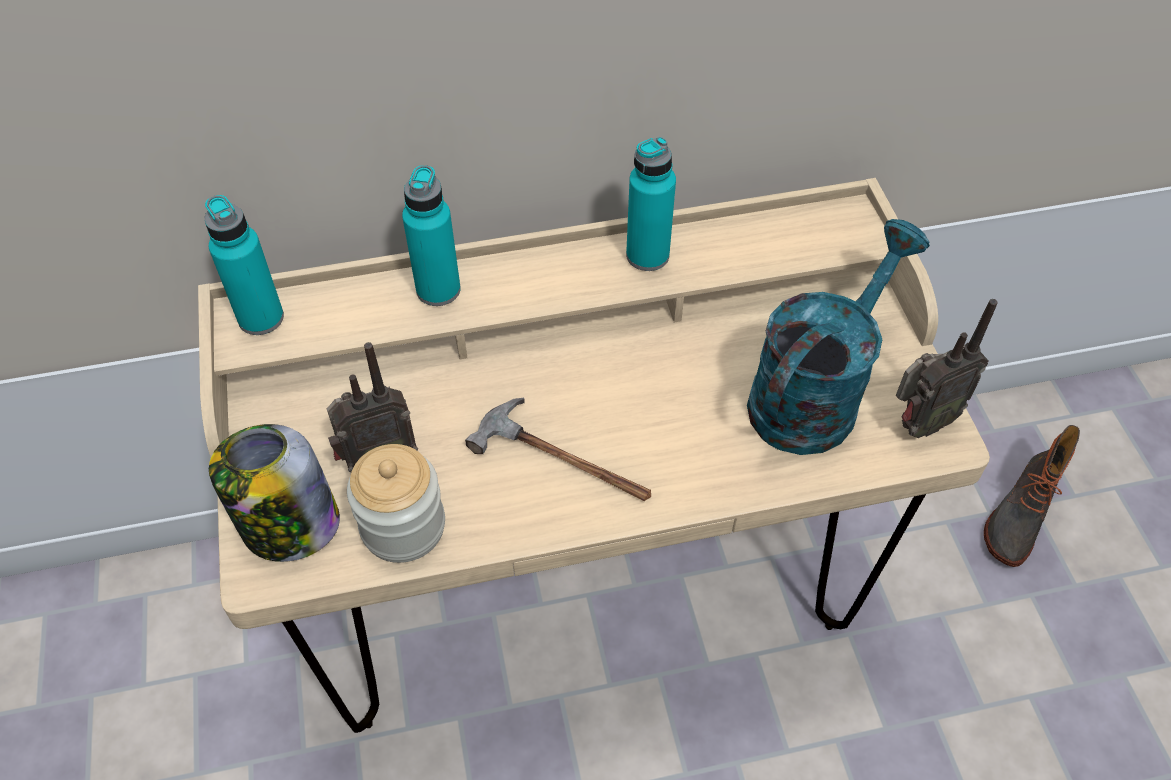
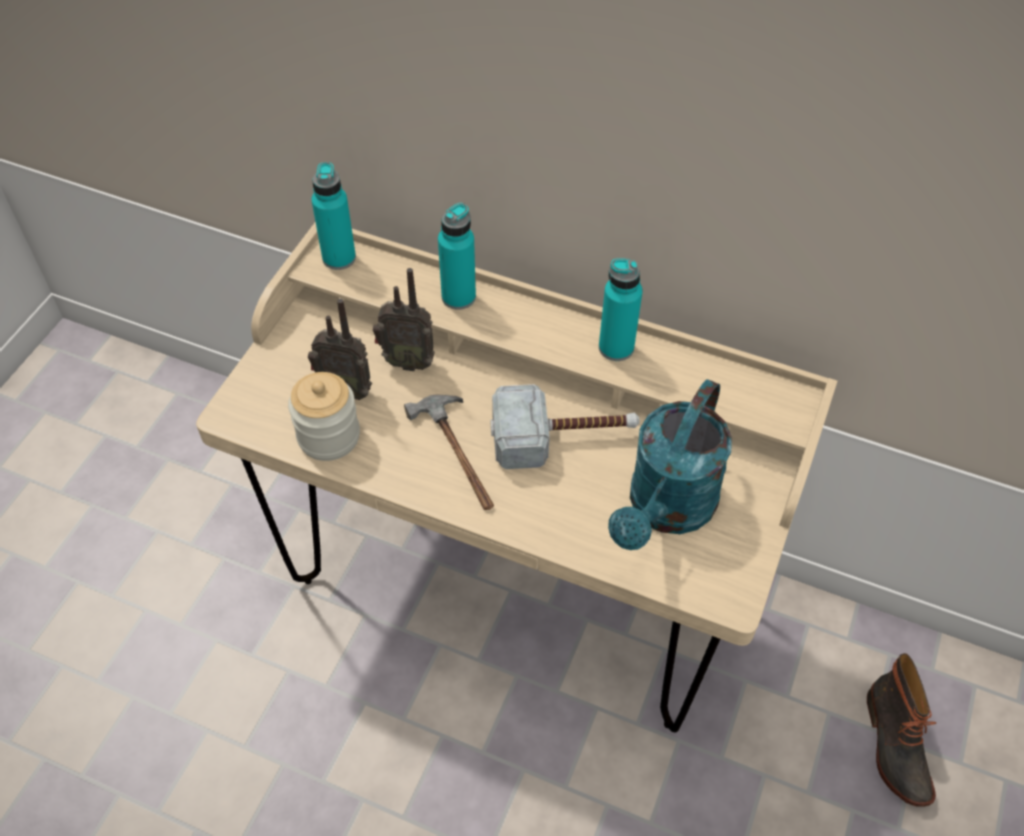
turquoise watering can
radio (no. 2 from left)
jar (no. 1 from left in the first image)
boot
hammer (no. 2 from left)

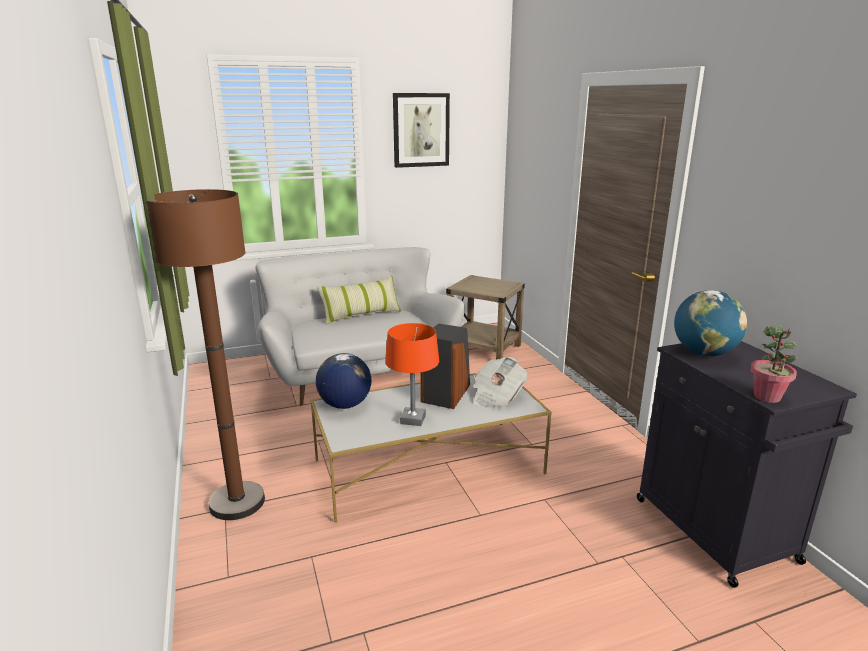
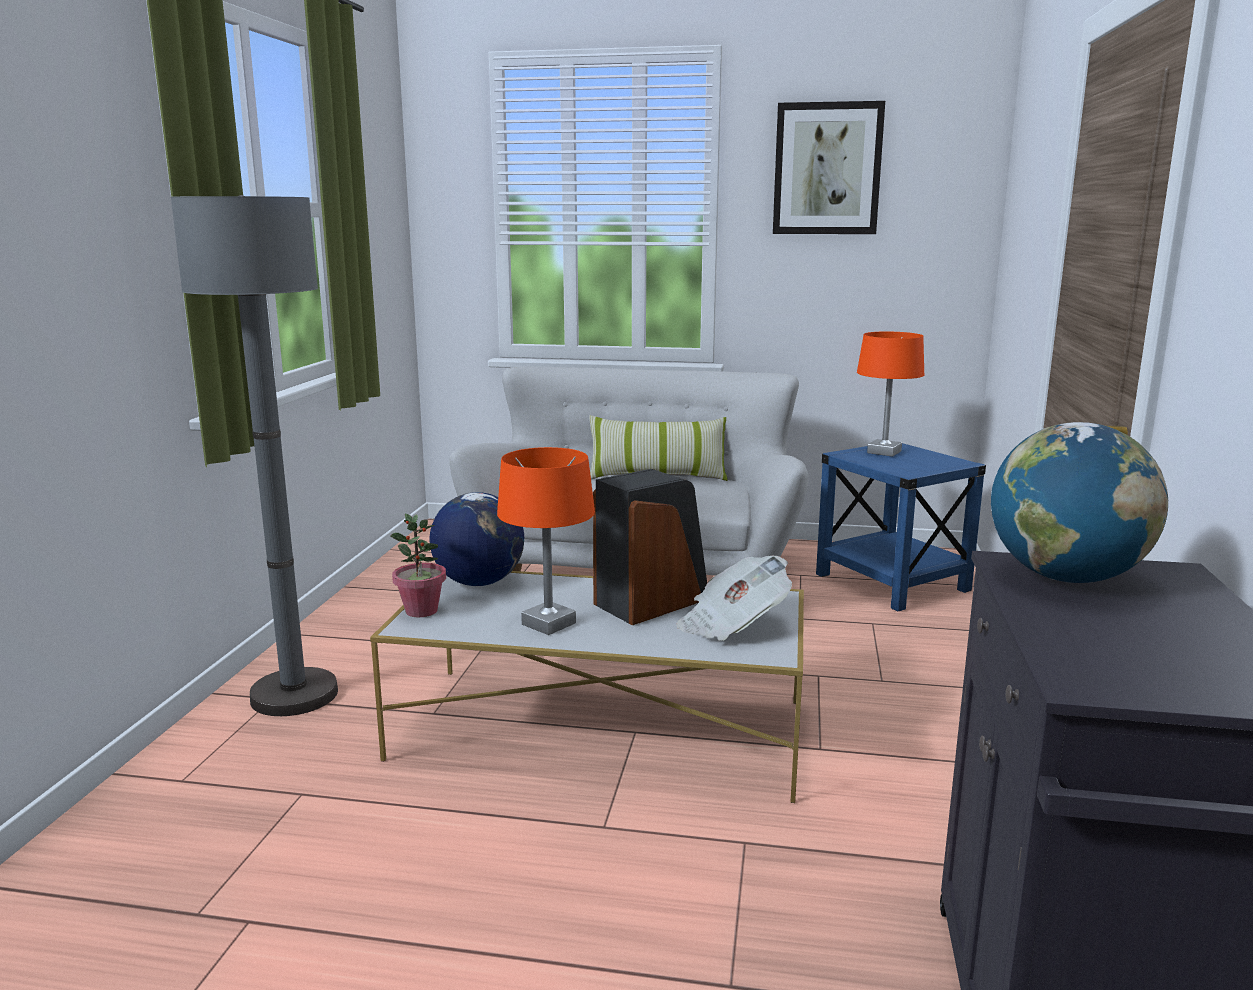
grey floor lamp
blue side table
potted plant
orange table lamp (no. 2 from left)

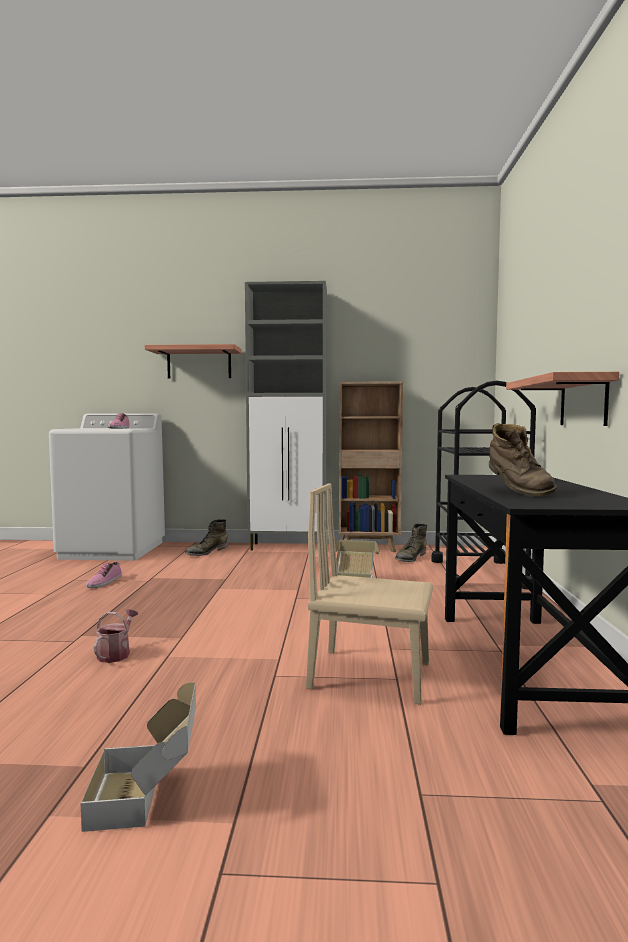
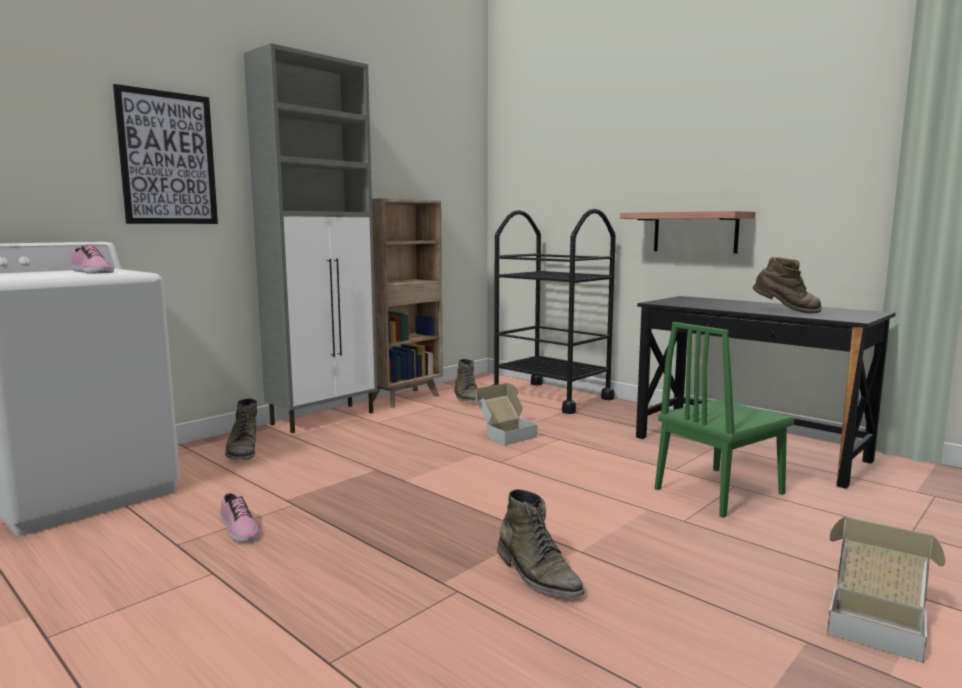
picture
green chair
green boot (no. 3 from left)

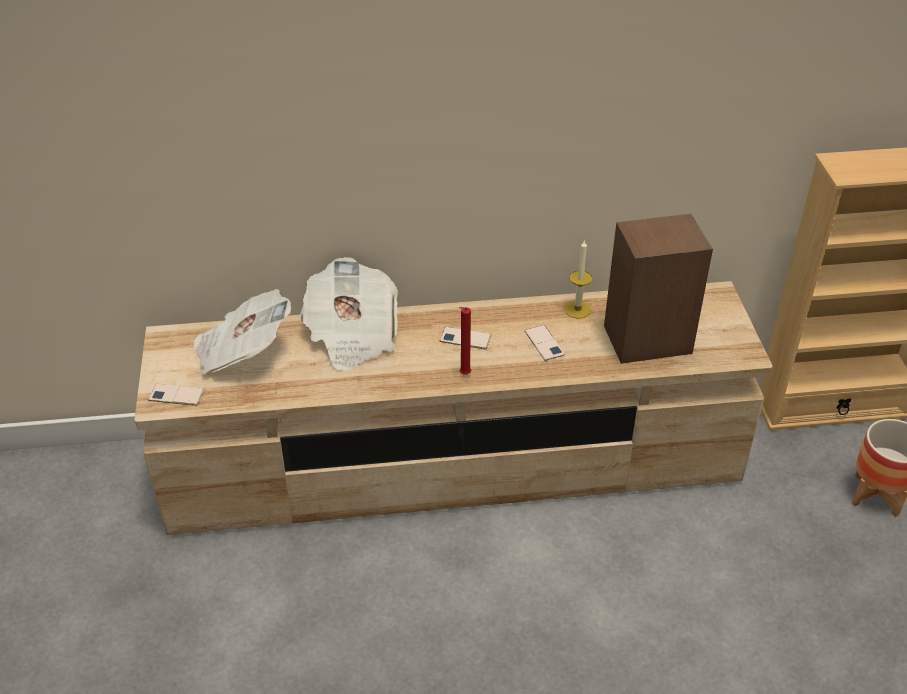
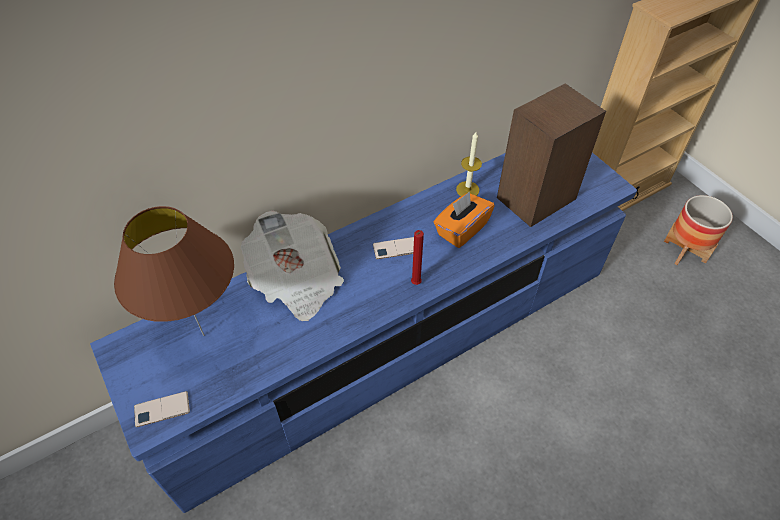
blue tv stand
brown table lamp
orange tissue box

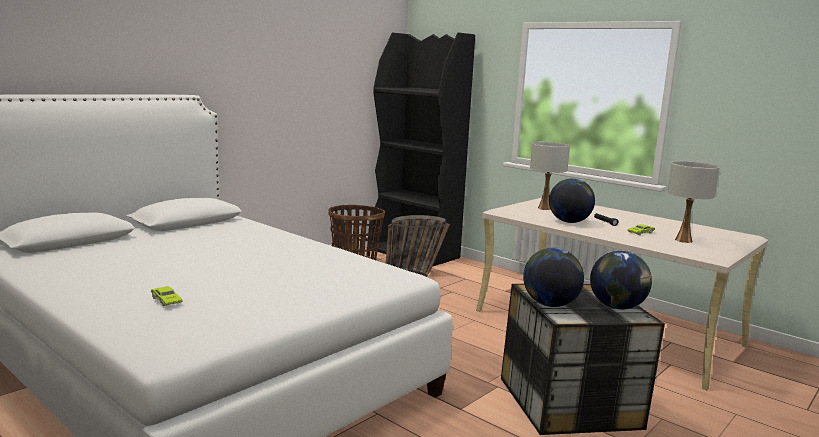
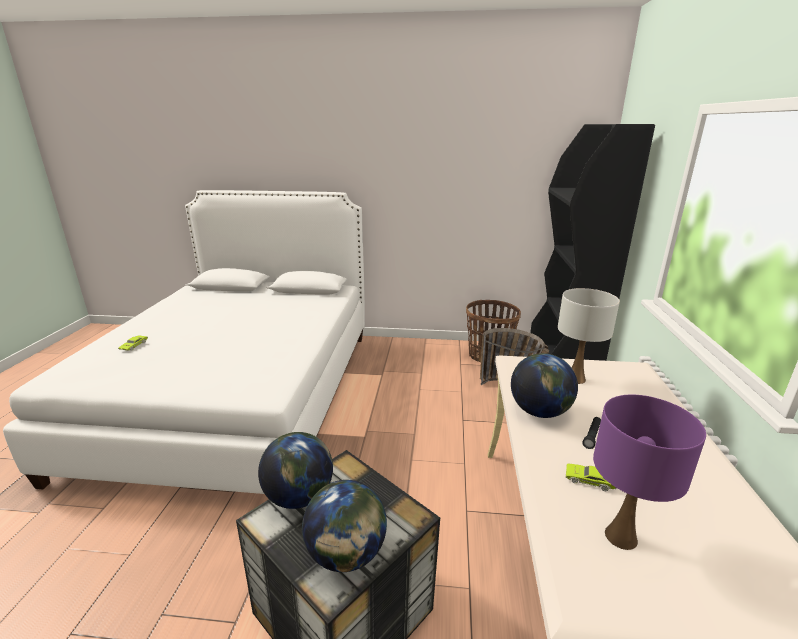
purple table lamp

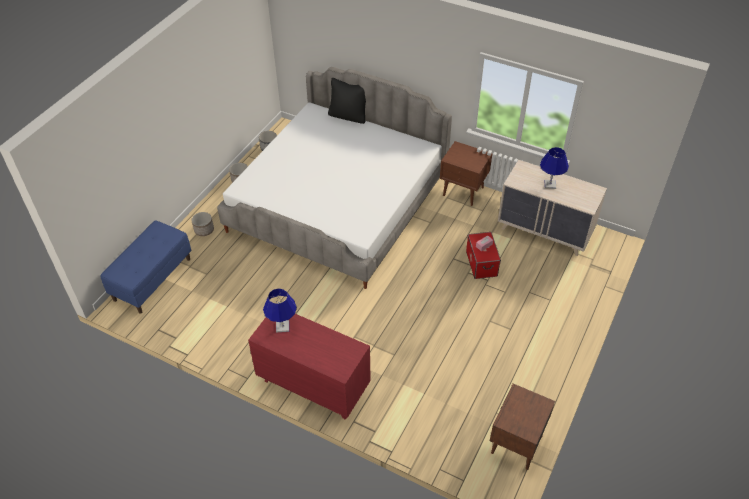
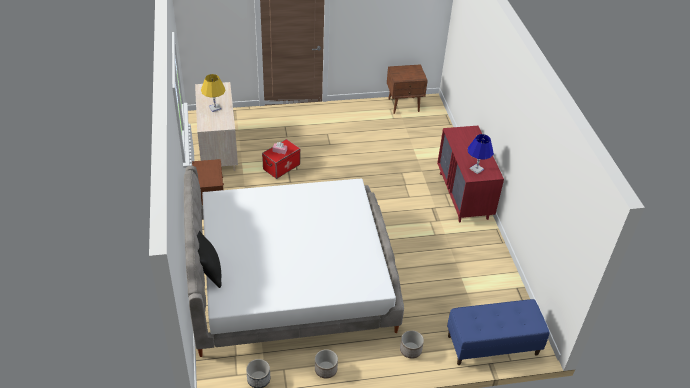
yellow table lamp

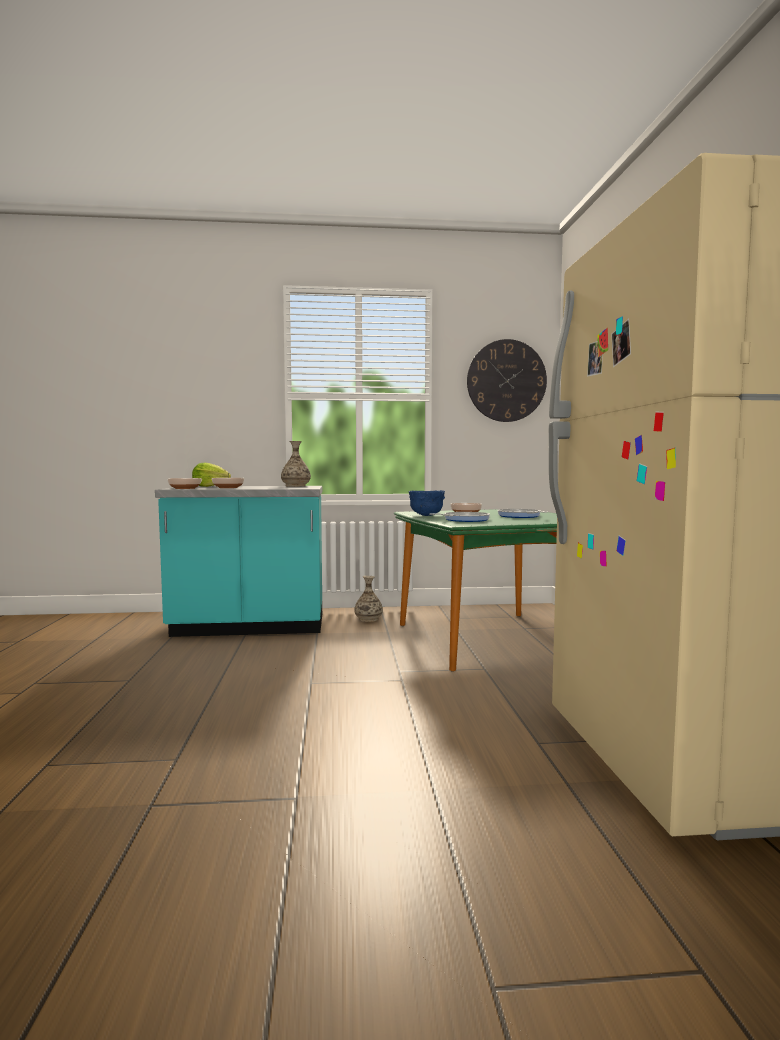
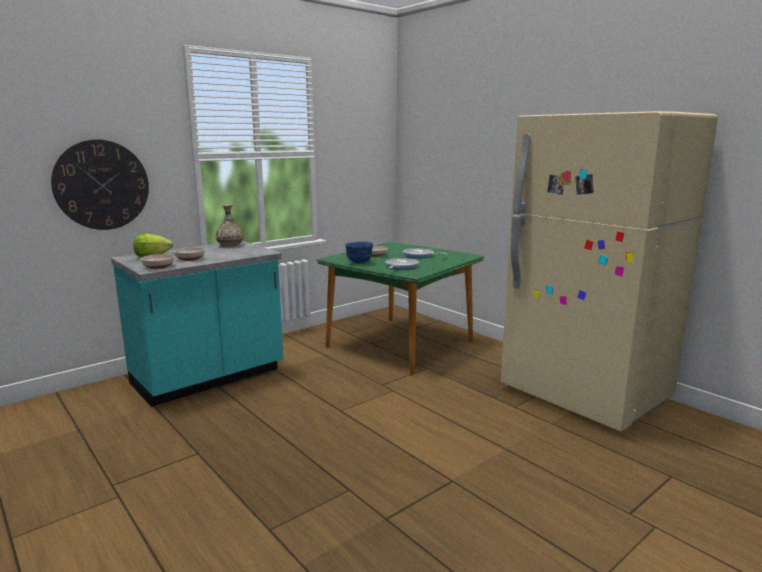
wall clock
vase (no. 2 from left in the first image)

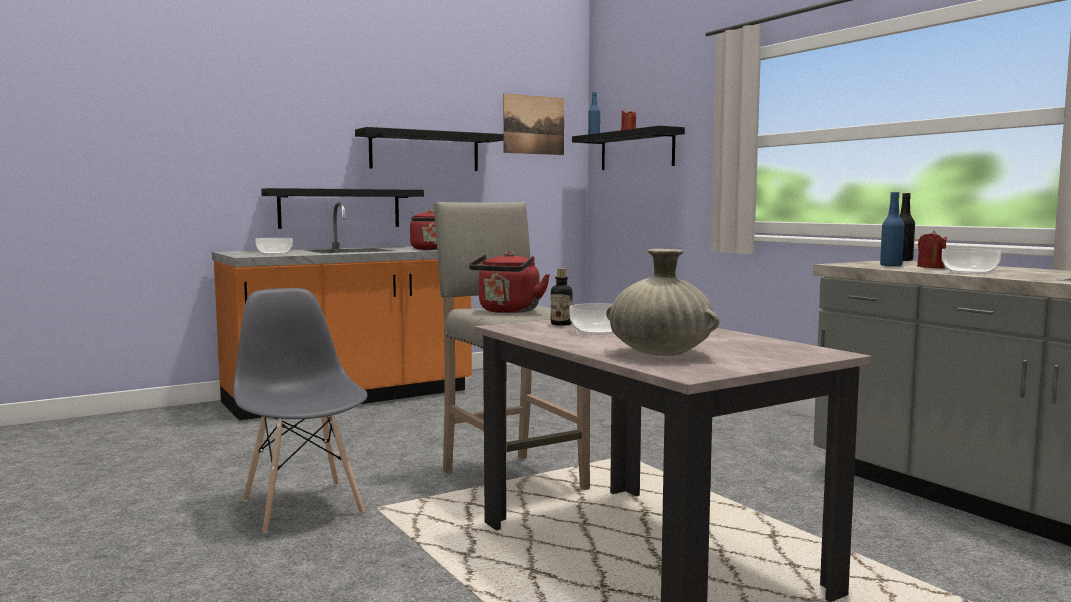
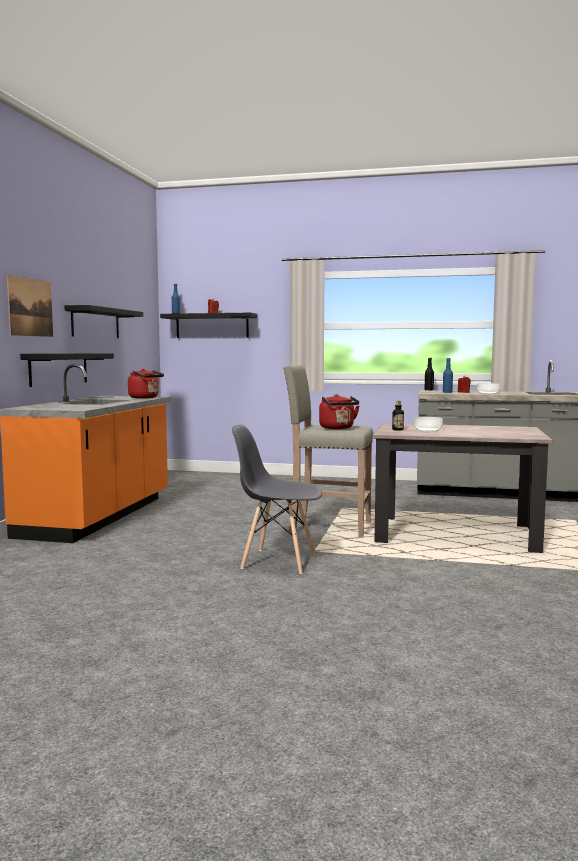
picture
bowl (no. 1 from left in the first image)
beige vase

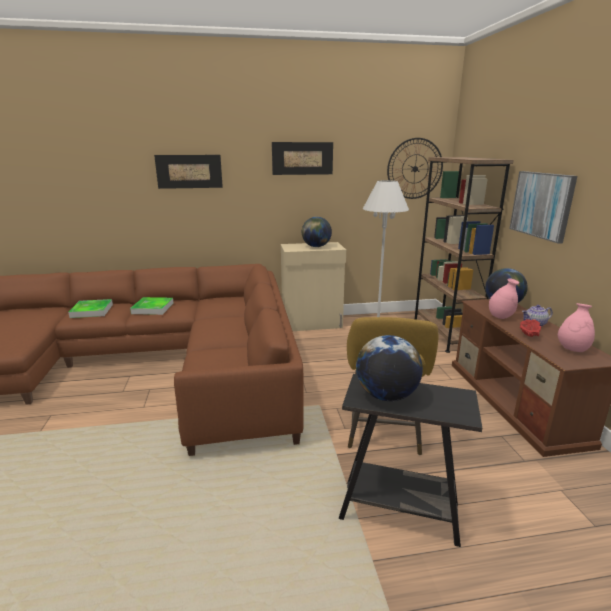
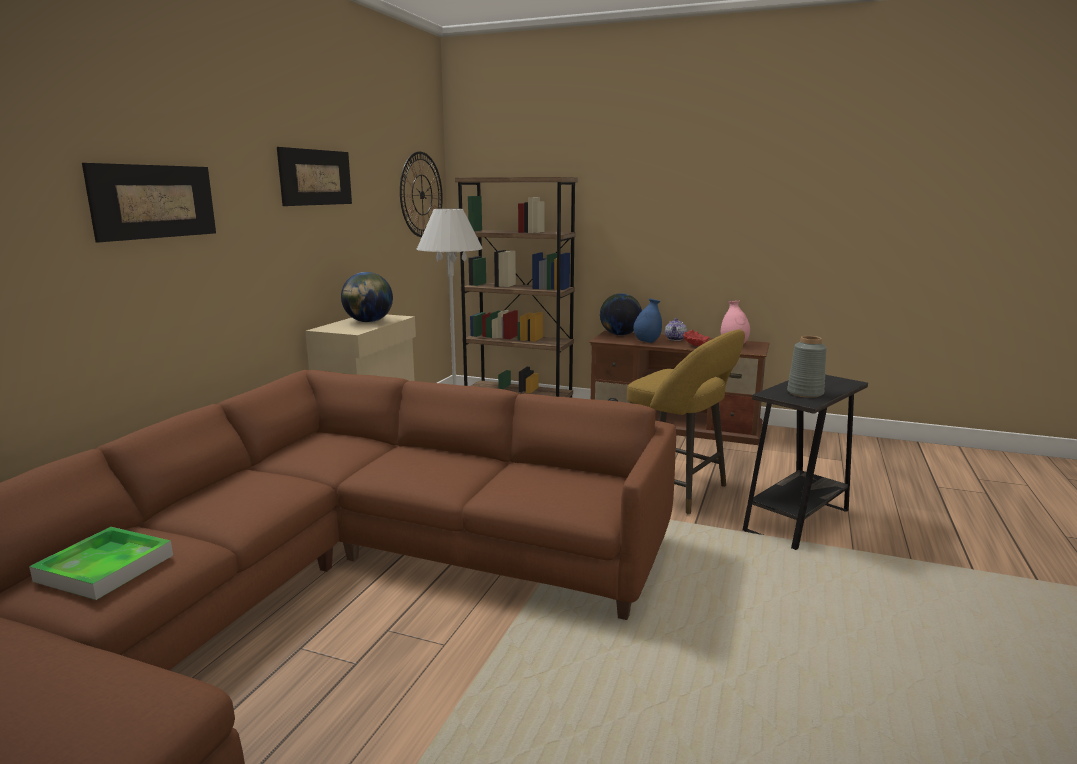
picture (no. 3 from left in the first image)
blue vase
tray (no. 2 from left in the first image)
grey vase

